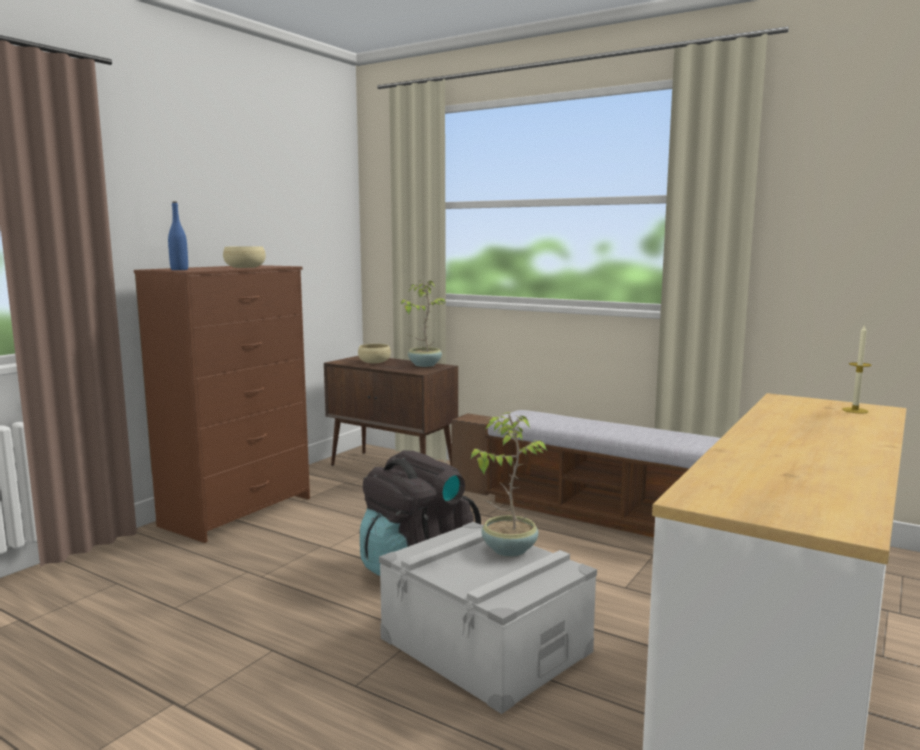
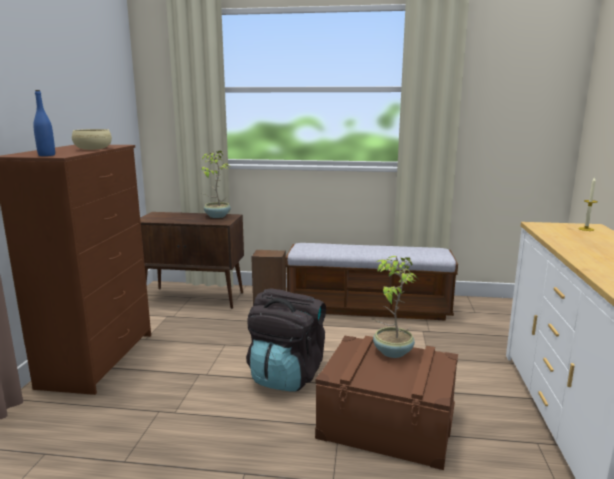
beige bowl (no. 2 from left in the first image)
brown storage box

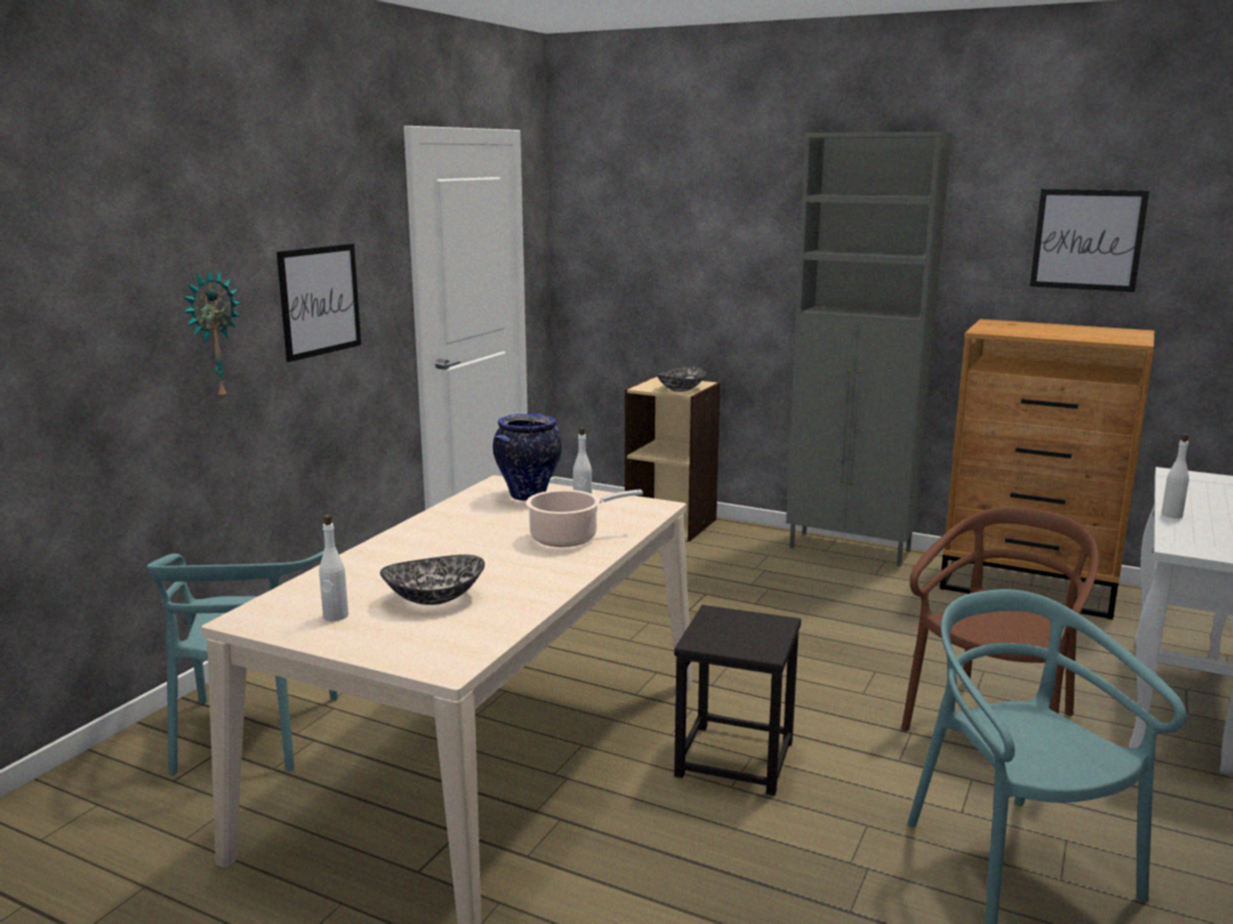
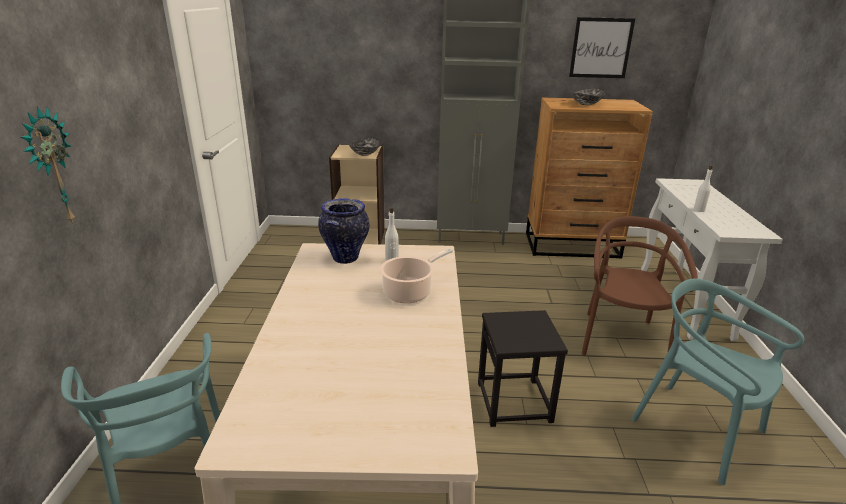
picture (no. 1 from left in the first image)
white bottle (no. 1 from left in the first image)
bowl (no. 2 from left)

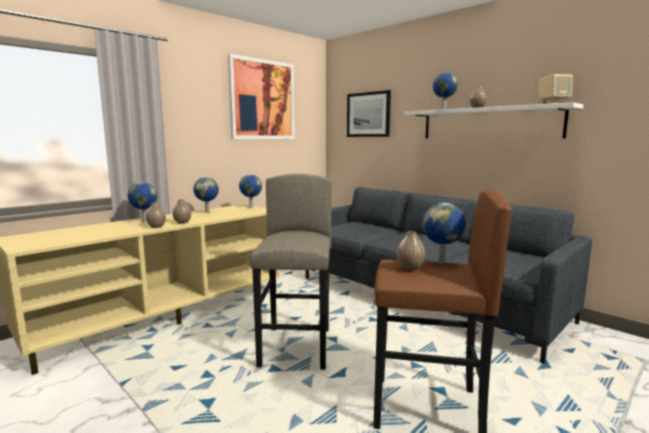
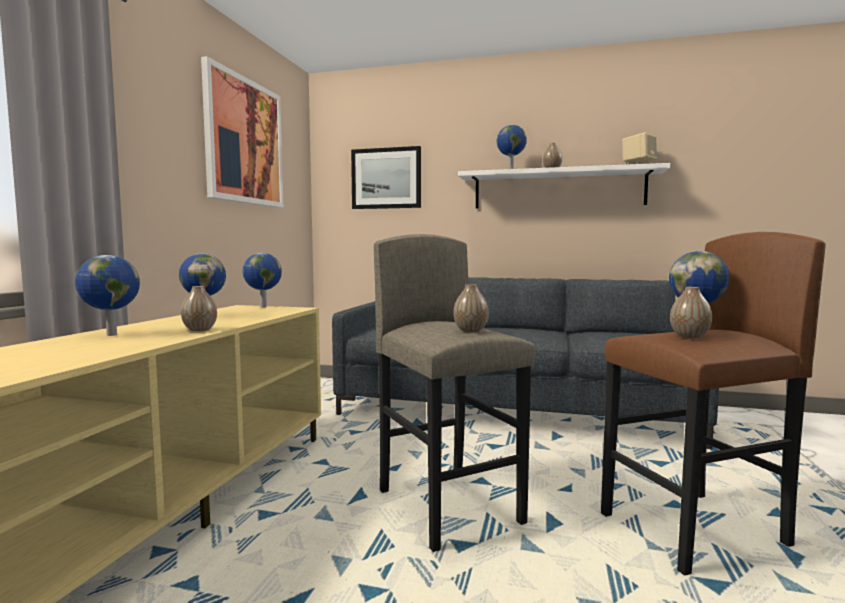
vase (no. 2 from left)

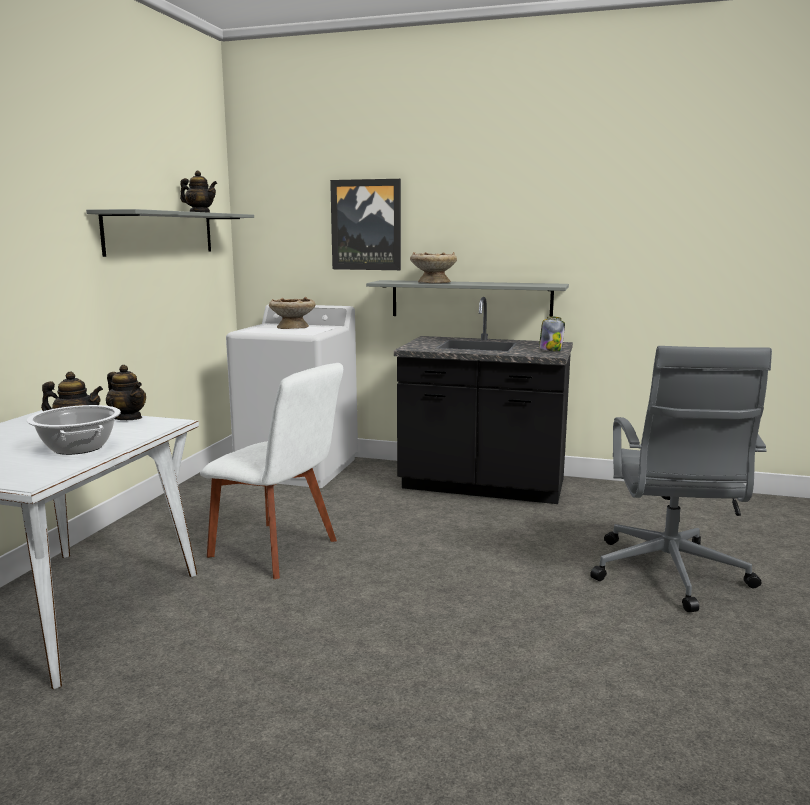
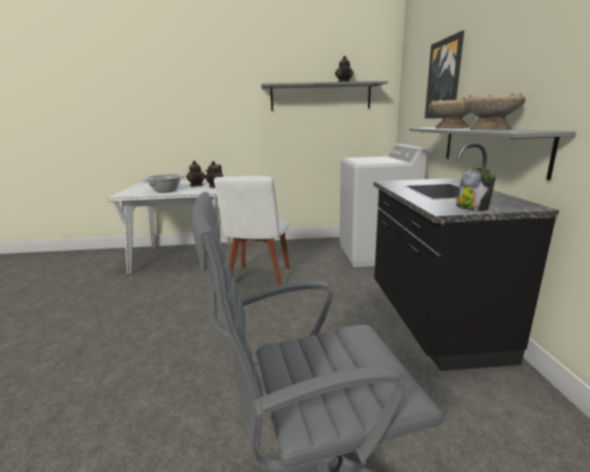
beige bowl (no. 2 from left)

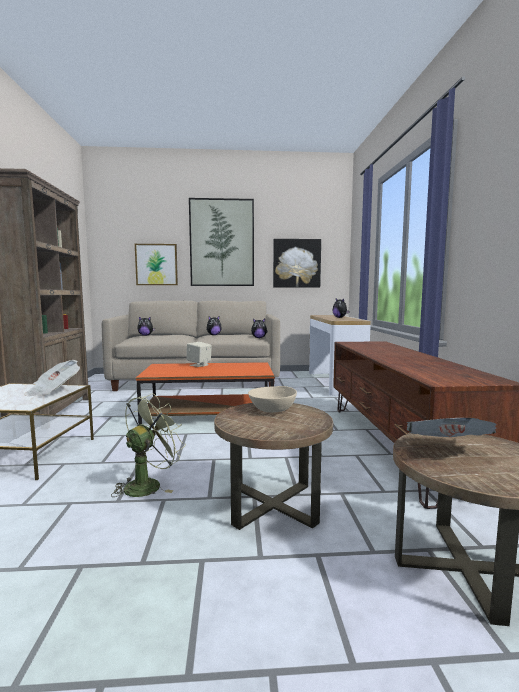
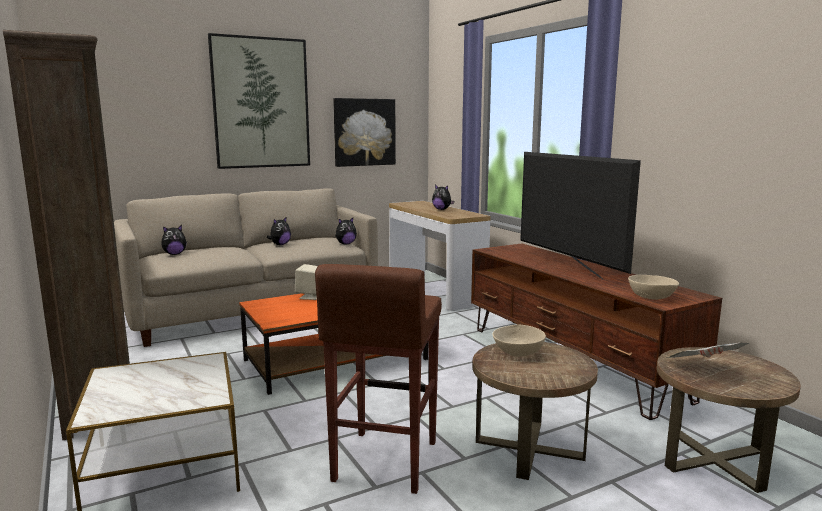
picture (no. 1 from left in the first image)
newspaper (no. 1 from left in the first image)
brown stool
television
beige bowl (no. 2 from left)

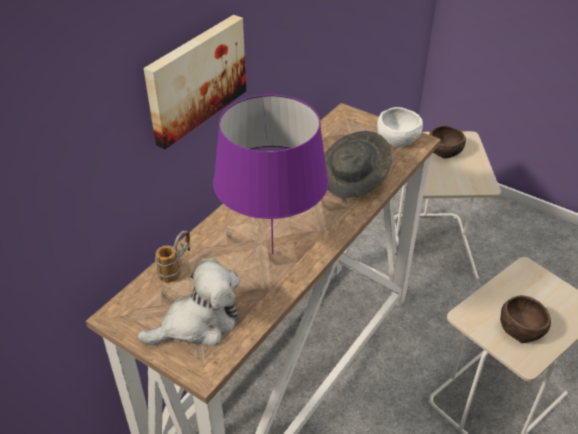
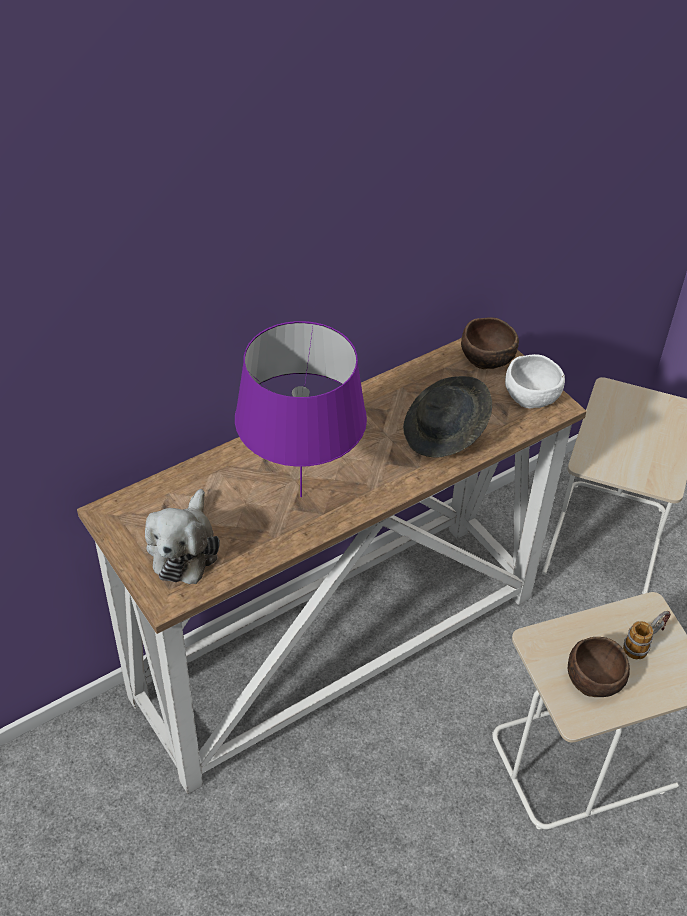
picture
brown bowl (no. 1 from left)
mug
plush toy

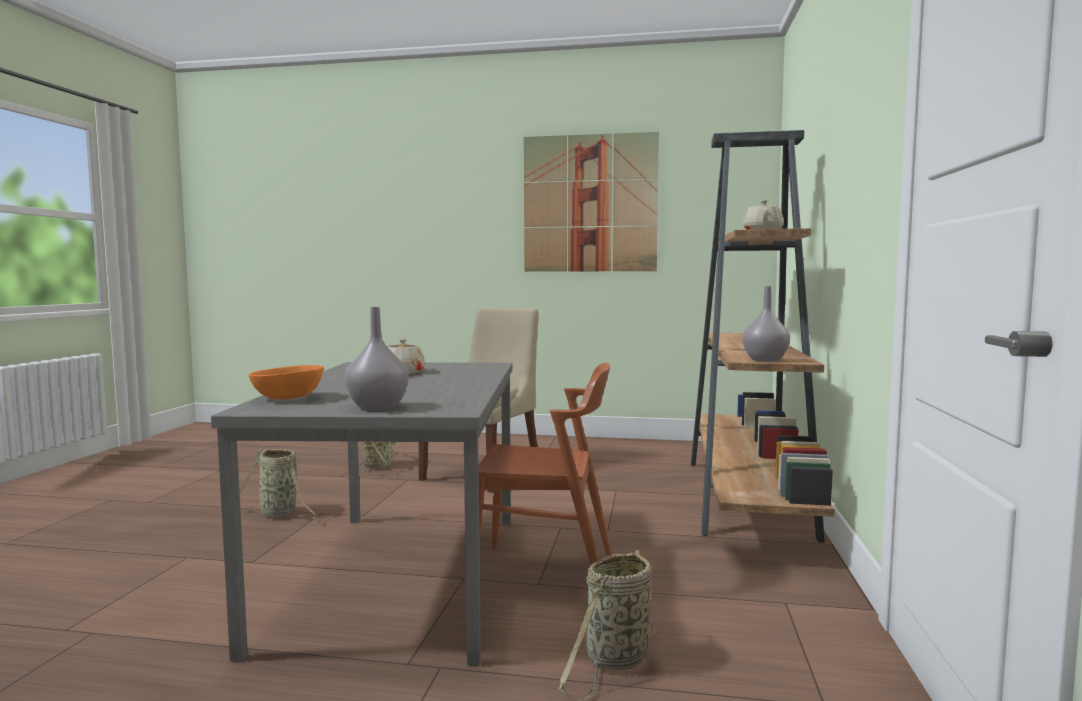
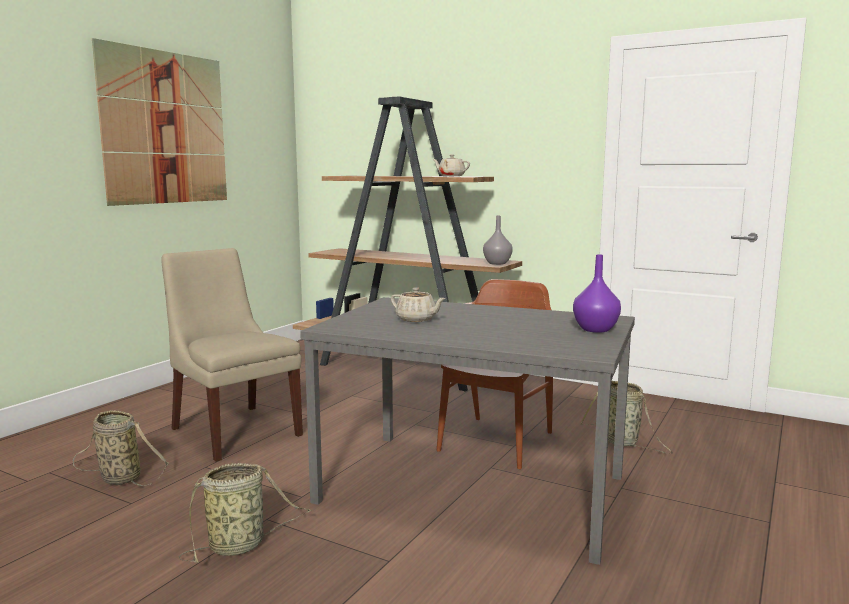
purple vase
orange bowl

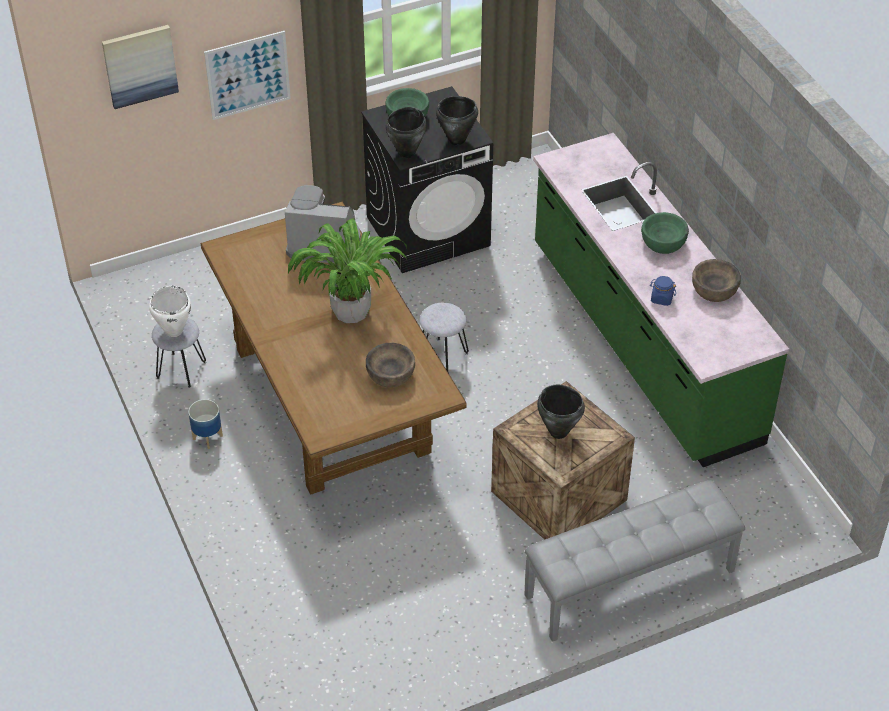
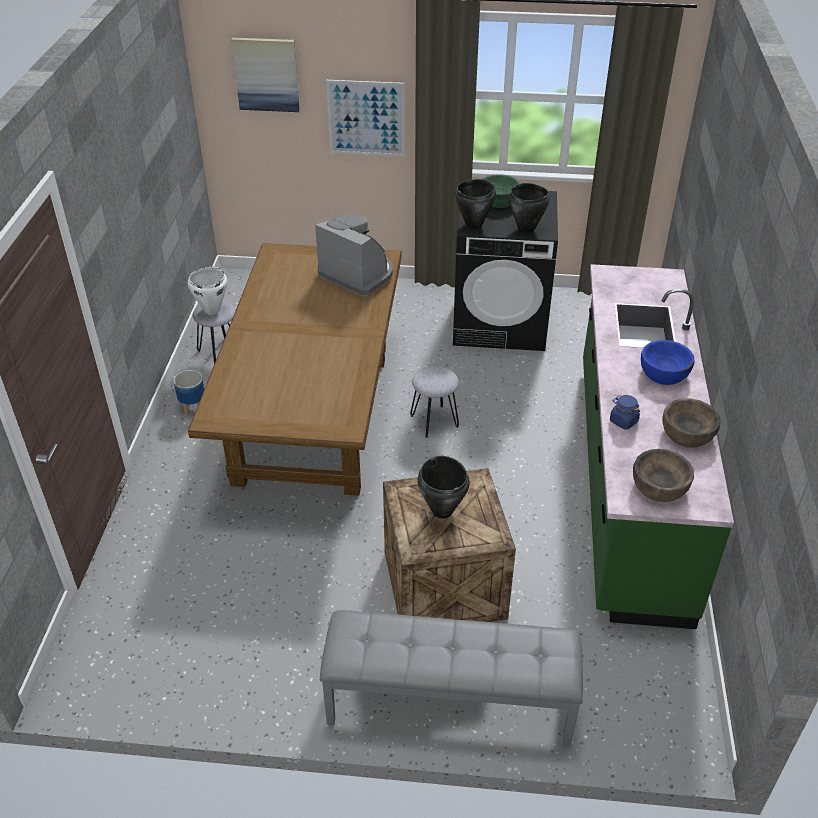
blue bowl
potted plant
brown bowl (no. 1 from left)

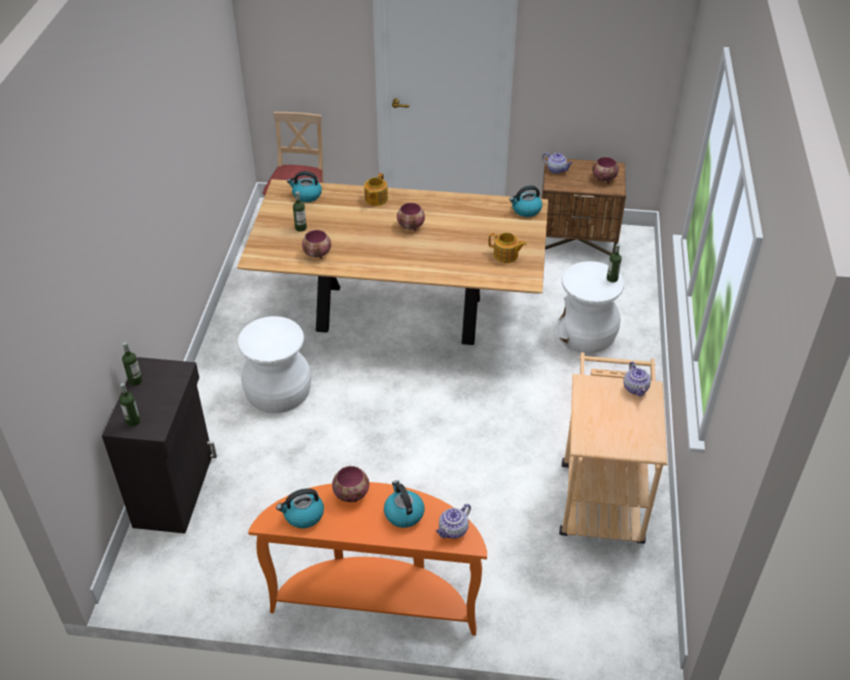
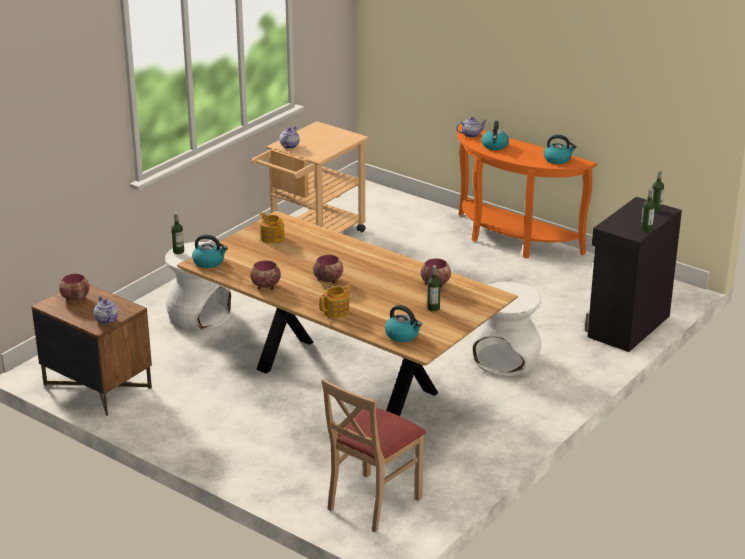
bowl (no. 2 from left)

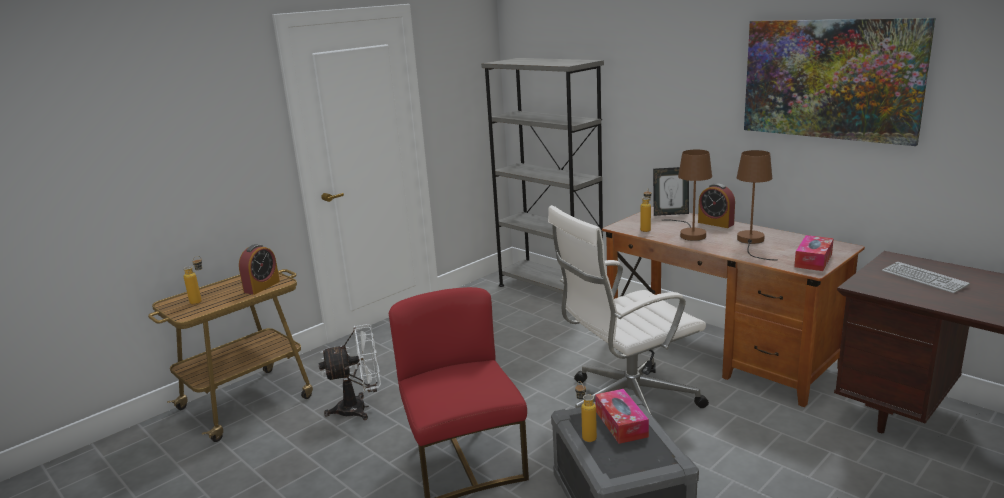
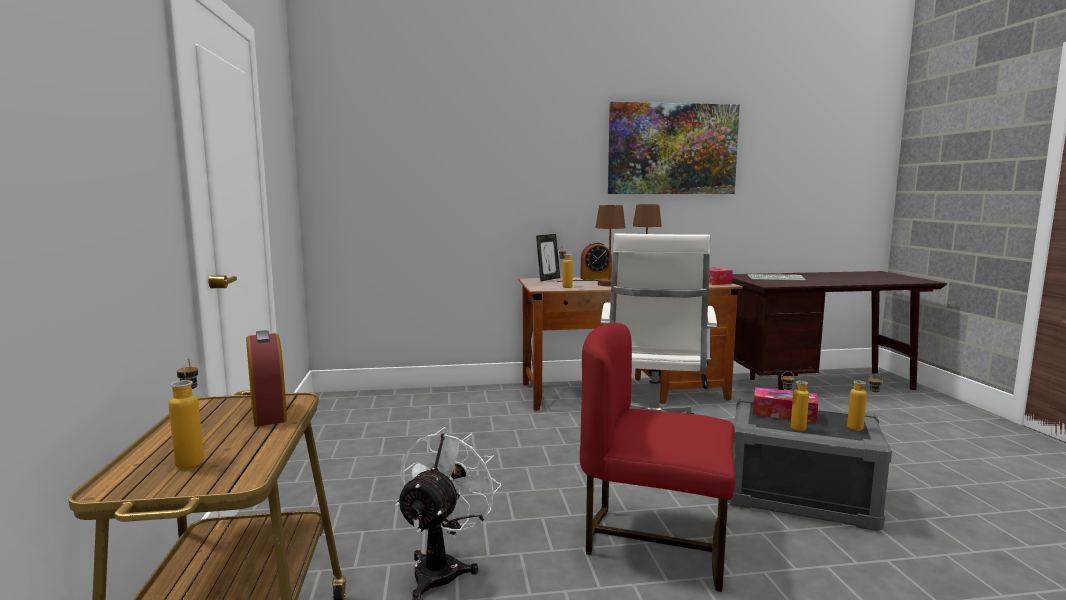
grey bookcase
bottle (no. 4 from left)

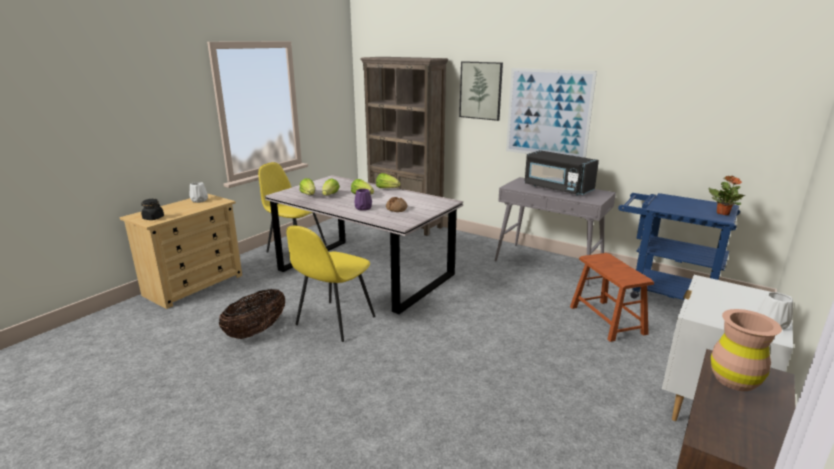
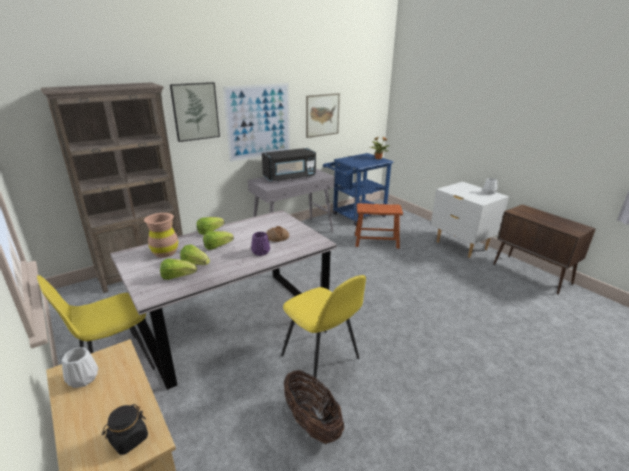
brown vase
picture (no. 3 from left)

